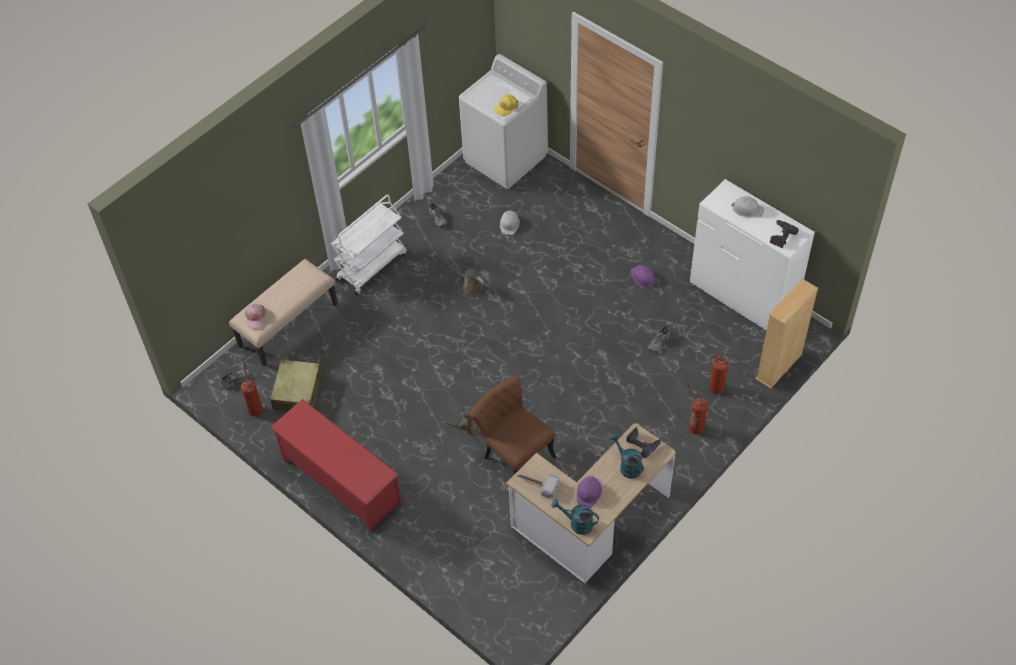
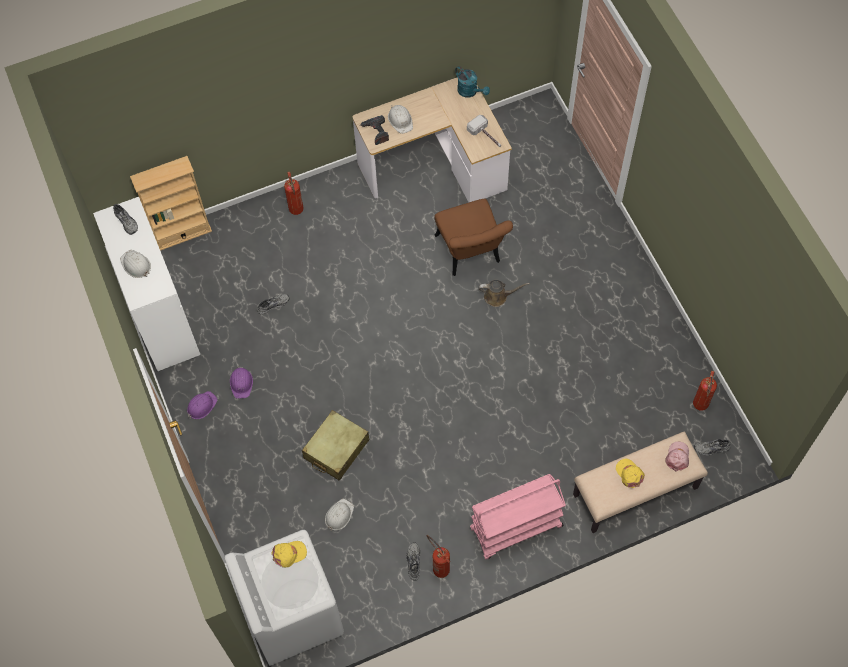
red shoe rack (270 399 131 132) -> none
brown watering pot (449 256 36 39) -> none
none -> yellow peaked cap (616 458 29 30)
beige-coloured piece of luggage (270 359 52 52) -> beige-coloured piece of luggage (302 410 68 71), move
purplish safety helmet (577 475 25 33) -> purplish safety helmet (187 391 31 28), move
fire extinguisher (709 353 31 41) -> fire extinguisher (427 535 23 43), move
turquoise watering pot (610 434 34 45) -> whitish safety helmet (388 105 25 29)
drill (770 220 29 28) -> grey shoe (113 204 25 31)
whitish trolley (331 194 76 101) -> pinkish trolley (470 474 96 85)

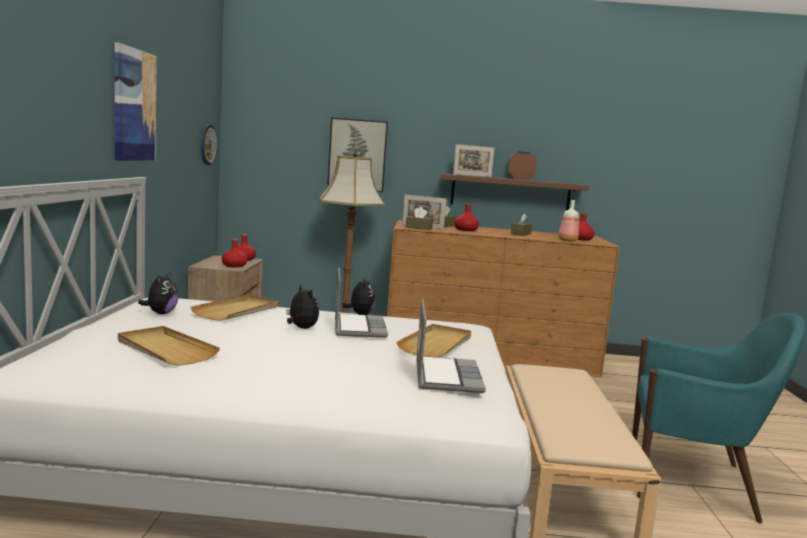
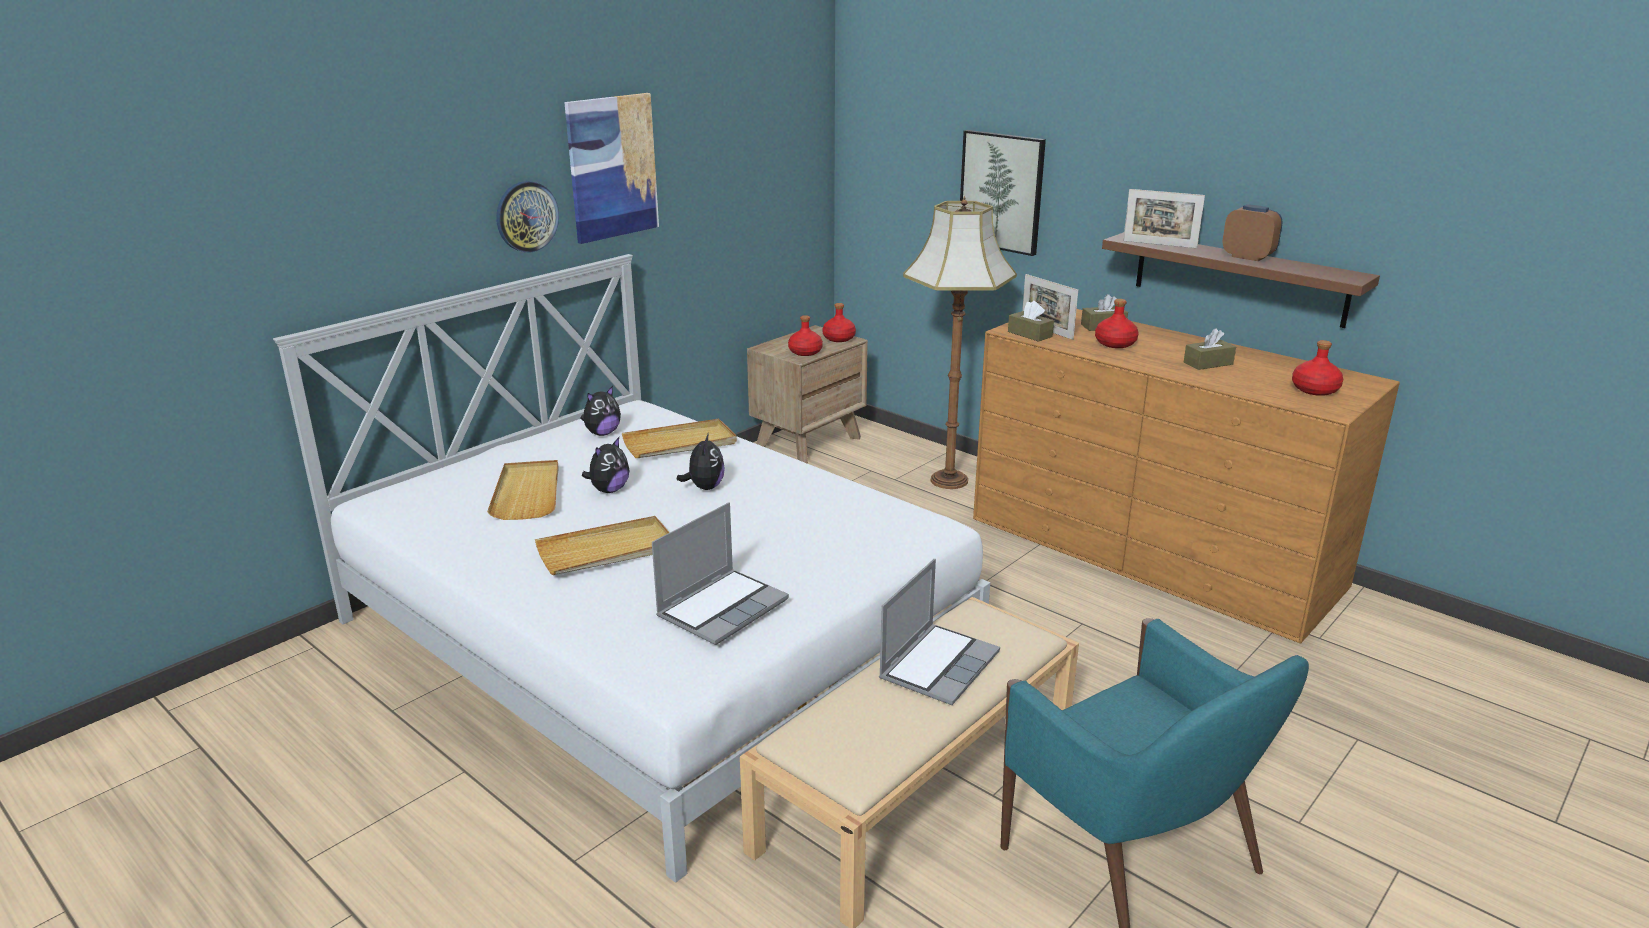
drink bottle (558 200 21 42) -> none
wall clock (201 125 16 40) -> wall clock (496 181 63 71), move
laptop (335 268 53 70) -> laptop (879 559 121 146), move
plush toy (342 277 34 38) -> plush toy (582 437 47 56), move
beige-coloured serving tray (396 324 75 33) -> beige-coloured serving tray (535 516 135 59), move

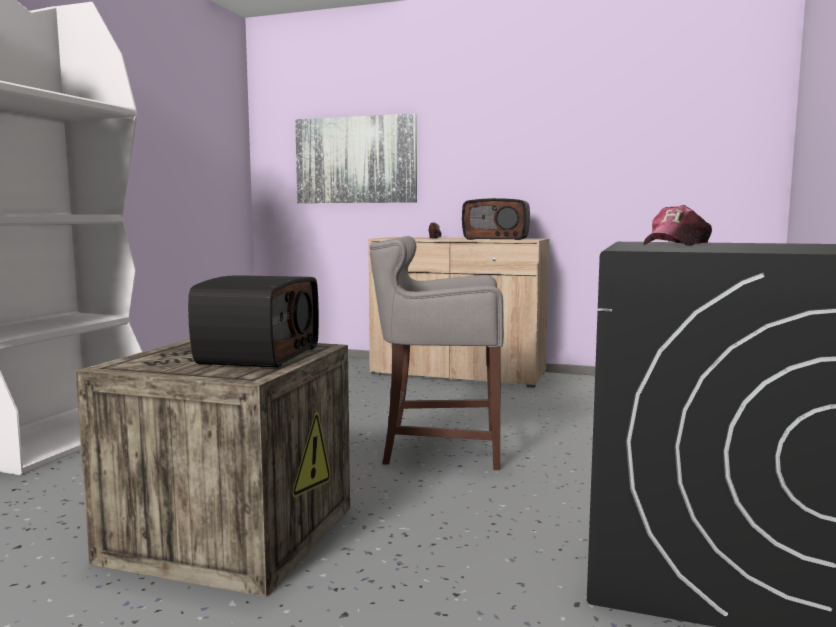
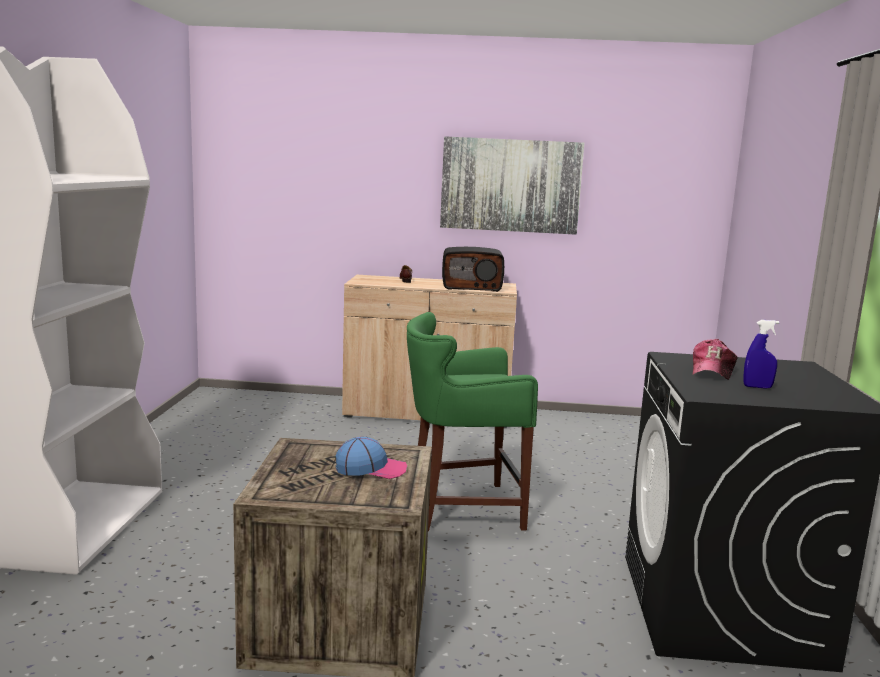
none -> bluish sprayer (743 320 37 69)
wall art (295 113 122 90) -> wall art (440 136 144 99), move
radio receiver (188 275 131 93) -> peaked cap (335 436 72 43)
grey stool (370 236 134 234) -> greenish stool (407 312 131 219)

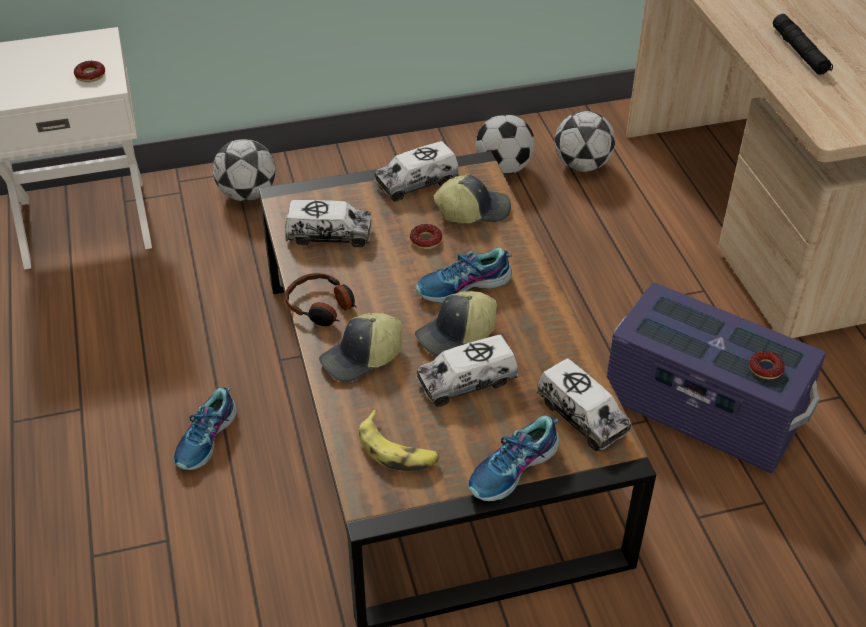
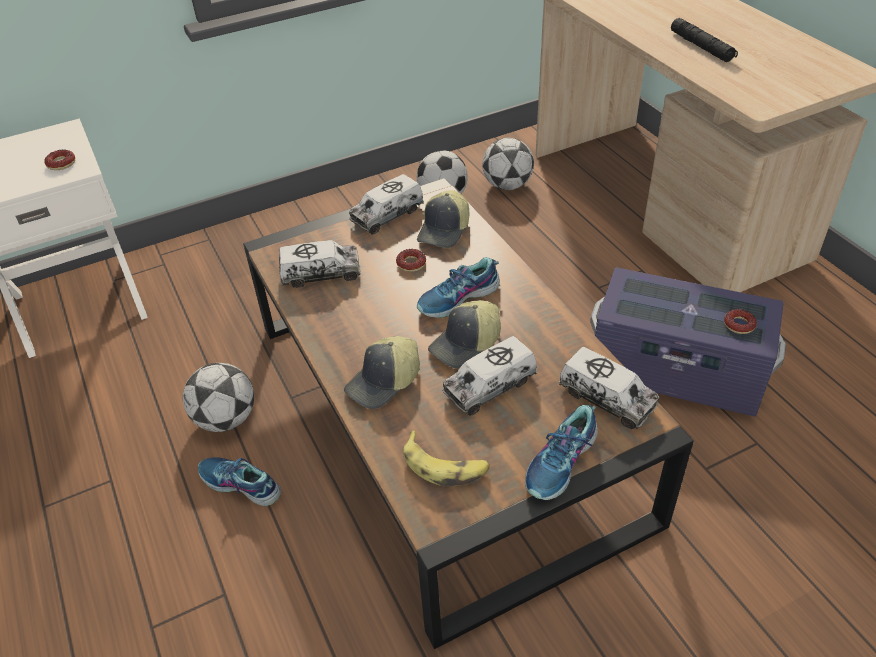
headset (285 273 72 53) -> none
football ball (213 139 63 62) -> football ball (183 363 71 69), move
shoe (174 387 63 83) -> shoe (198 457 83 49), 105 degrees clockwise
peaked cap (434 174 77 49) -> peaked cap (417 190 52 58), 135 degrees clockwise

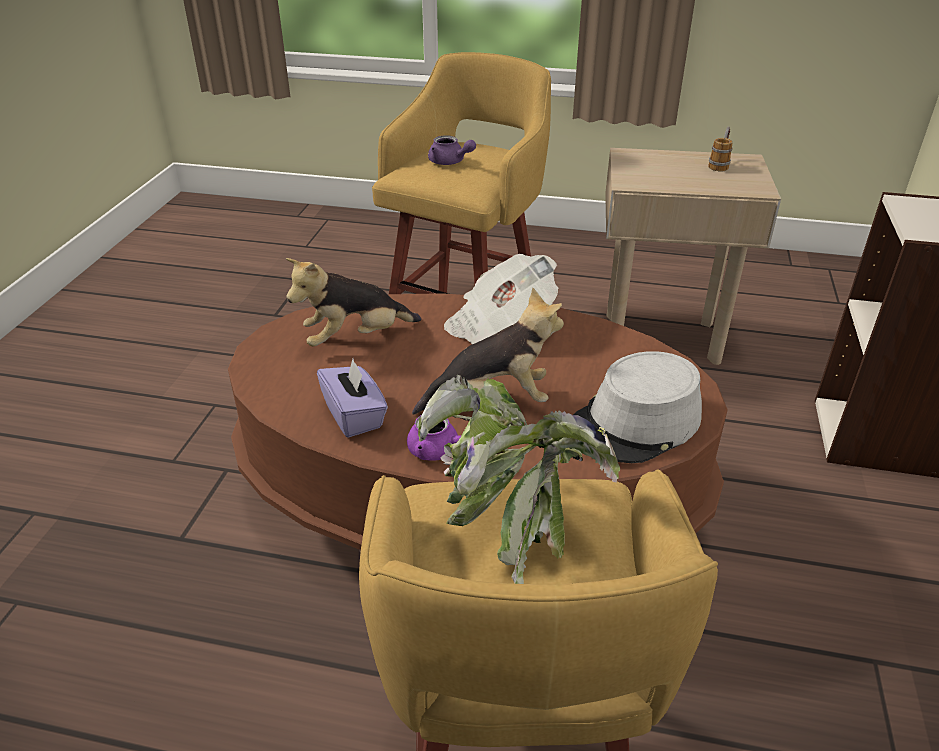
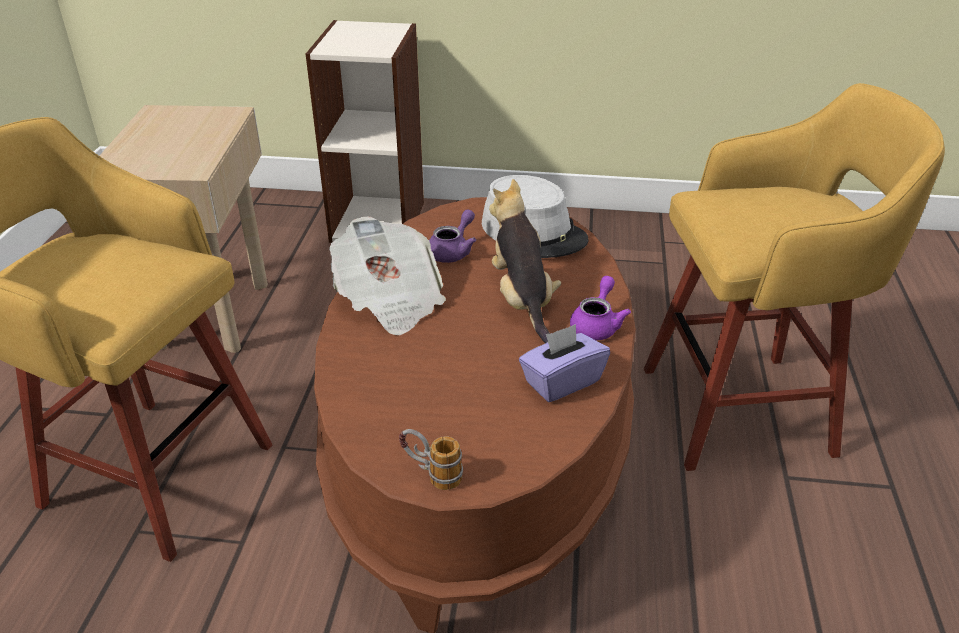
plush toy (286 258 135 89) -> none
plant in a pot (418 375 202 209) -> none
purplish pot for tea (428 135 48 30) -> purplish pot for tea (429 209 47 54), move
tea mug (708 126 25 46) -> tea mug (399 429 64 61), move

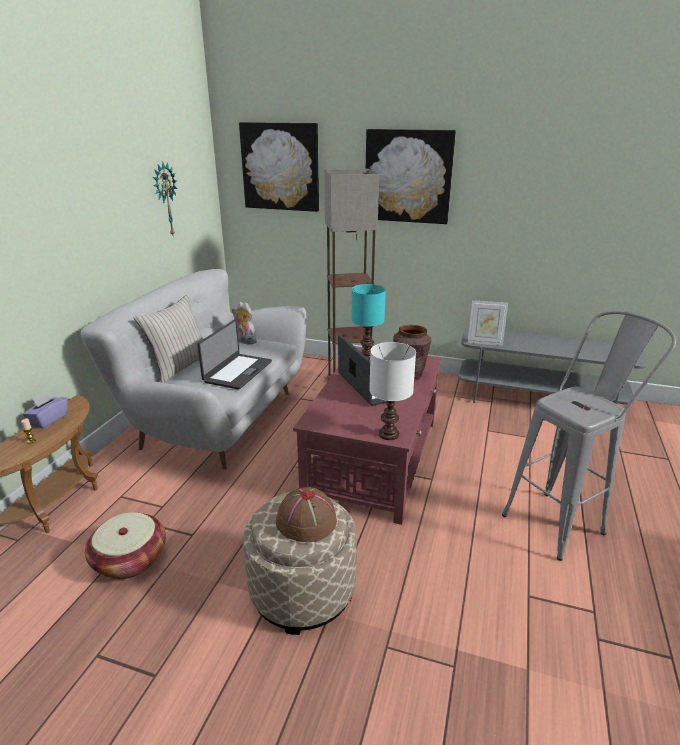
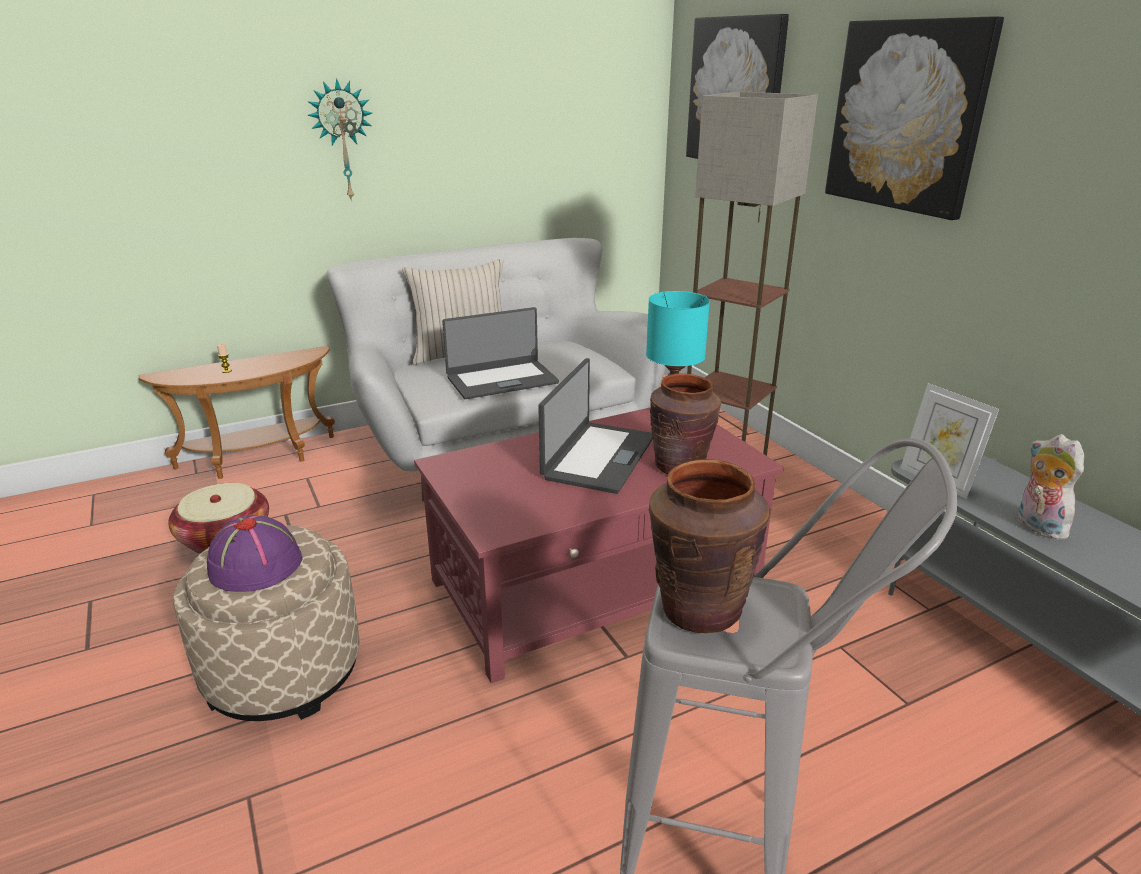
purplish tissue holder (23 392 45 37) -> none
whitish lamp for a table (369 342 47 98) -> none
none -> brown decorative vase (649 459 121 174)
wall clock (153 162 24 73) -> wall clock (307 78 65 124), move
plush toy (232 302 25 43) -> plush toy (1018 434 66 106), move
brown hat (276 487 61 55) -> purplish hat (207 515 96 77)

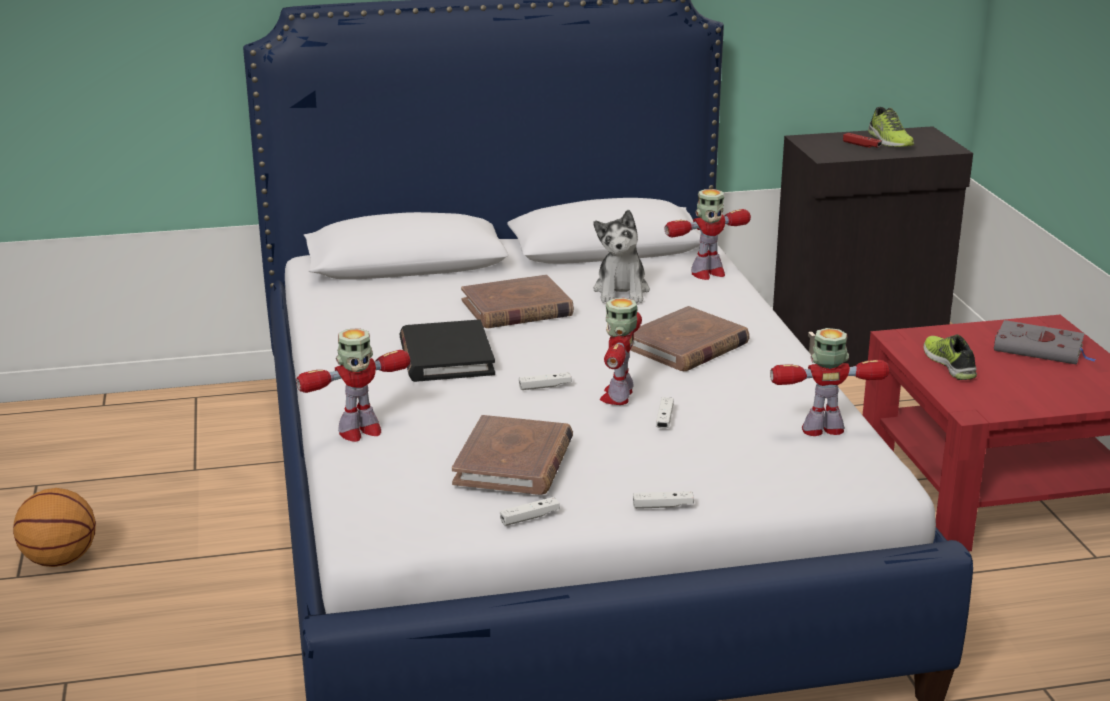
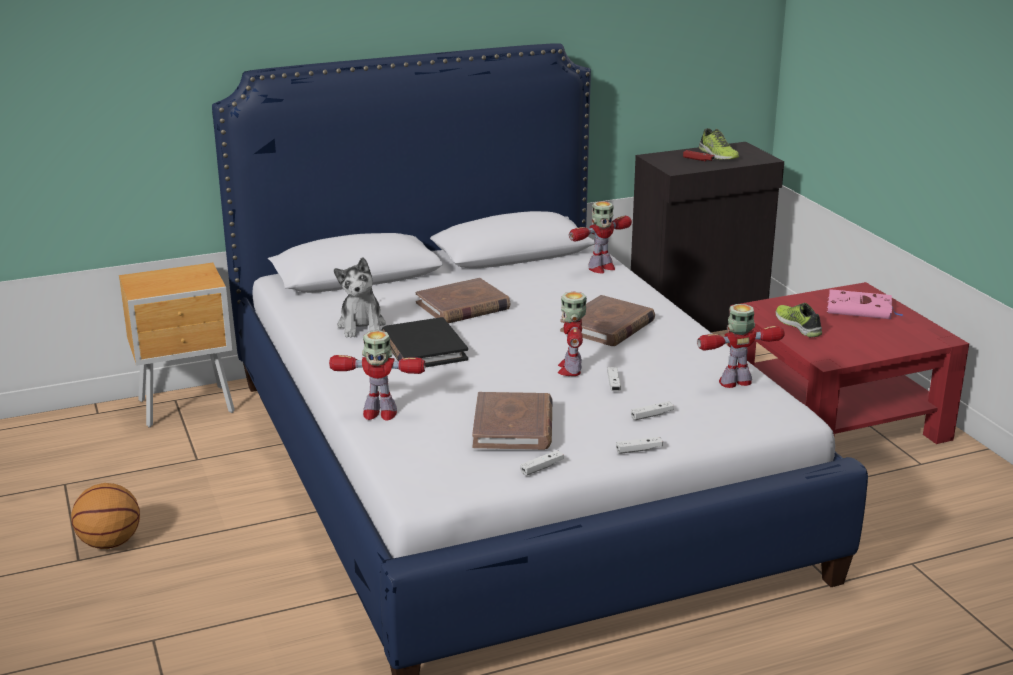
none -> brown nightstand (119 263 116 164)
whitish gamepad (519 372 53 18) -> whitish gamepad (631 401 43 19), move
plush toy (593 210 57 93) -> plush toy (334 257 52 81), move
grey volume (994 320 102 45) -> pinkish volume (827 289 76 30)
toy robot (296 328 114 114) -> toy robot (329 330 96 91), 45 degrees clockwise

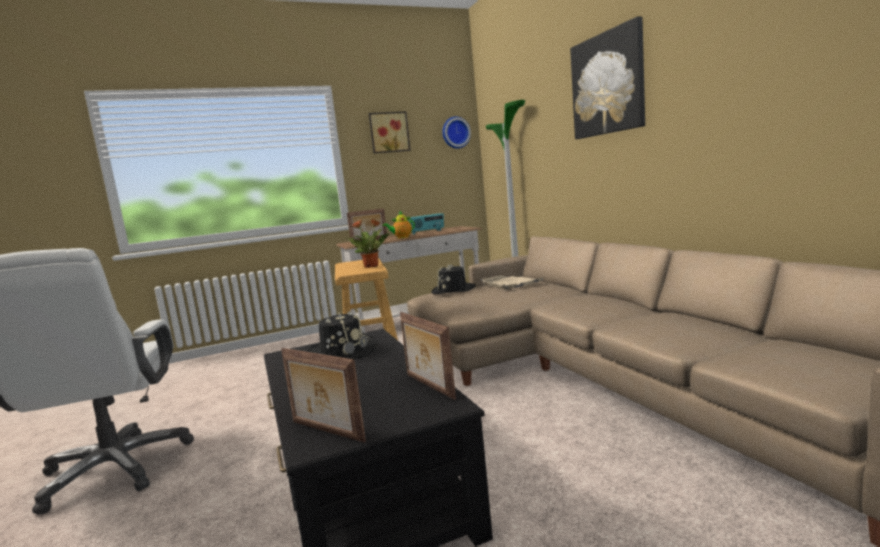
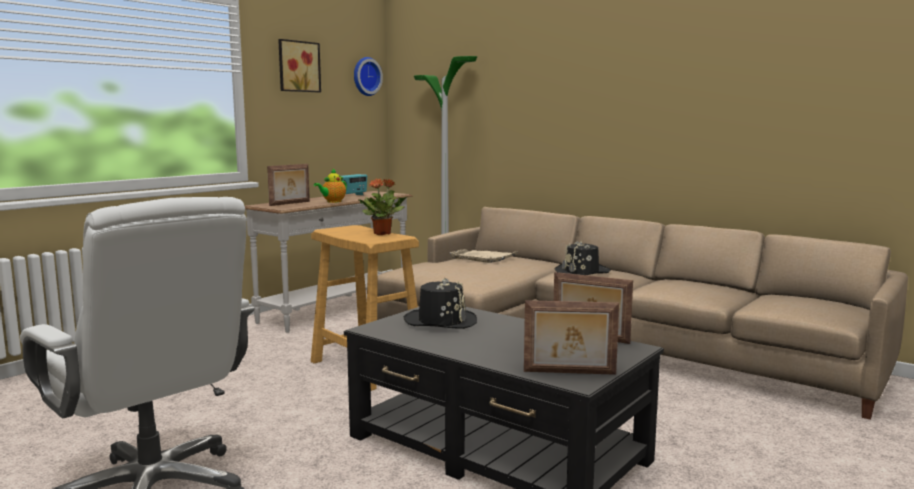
wall art (570 16 75 123) -> none
black hat (431 264 45 30) -> black hat (554 241 56 34), move

